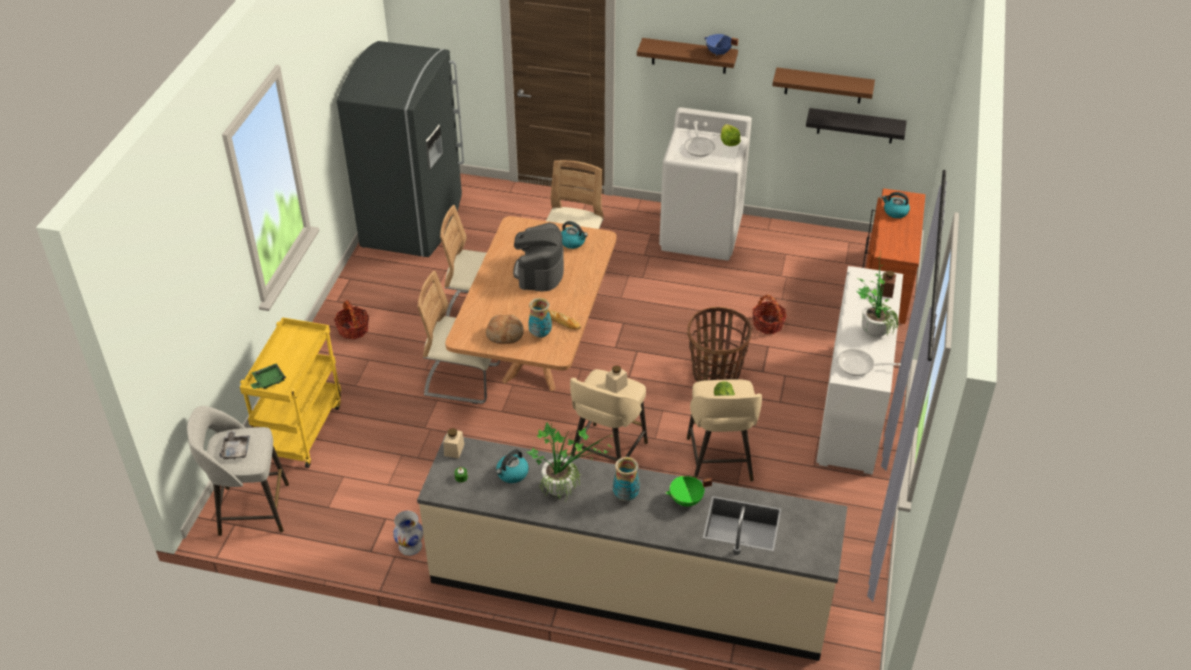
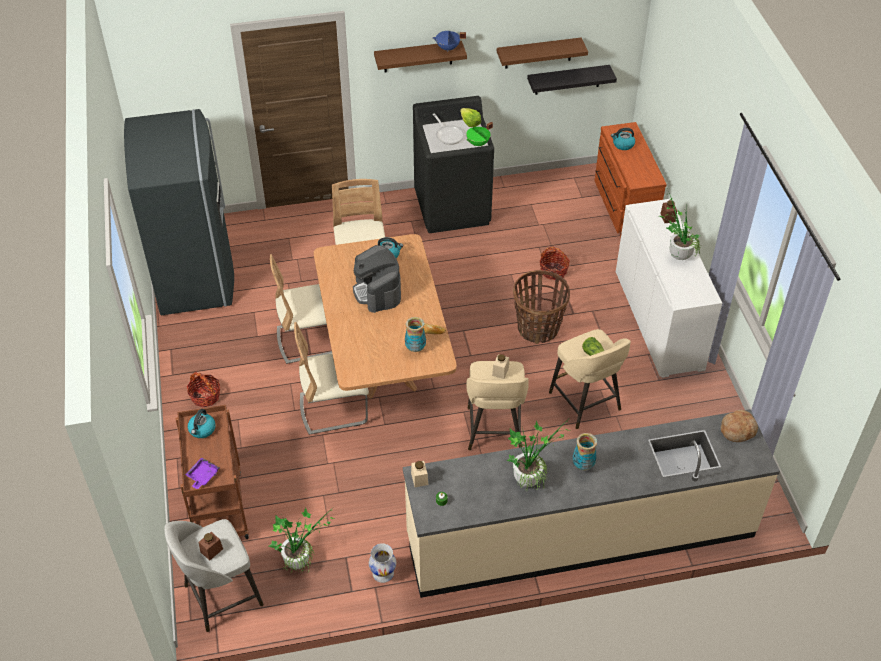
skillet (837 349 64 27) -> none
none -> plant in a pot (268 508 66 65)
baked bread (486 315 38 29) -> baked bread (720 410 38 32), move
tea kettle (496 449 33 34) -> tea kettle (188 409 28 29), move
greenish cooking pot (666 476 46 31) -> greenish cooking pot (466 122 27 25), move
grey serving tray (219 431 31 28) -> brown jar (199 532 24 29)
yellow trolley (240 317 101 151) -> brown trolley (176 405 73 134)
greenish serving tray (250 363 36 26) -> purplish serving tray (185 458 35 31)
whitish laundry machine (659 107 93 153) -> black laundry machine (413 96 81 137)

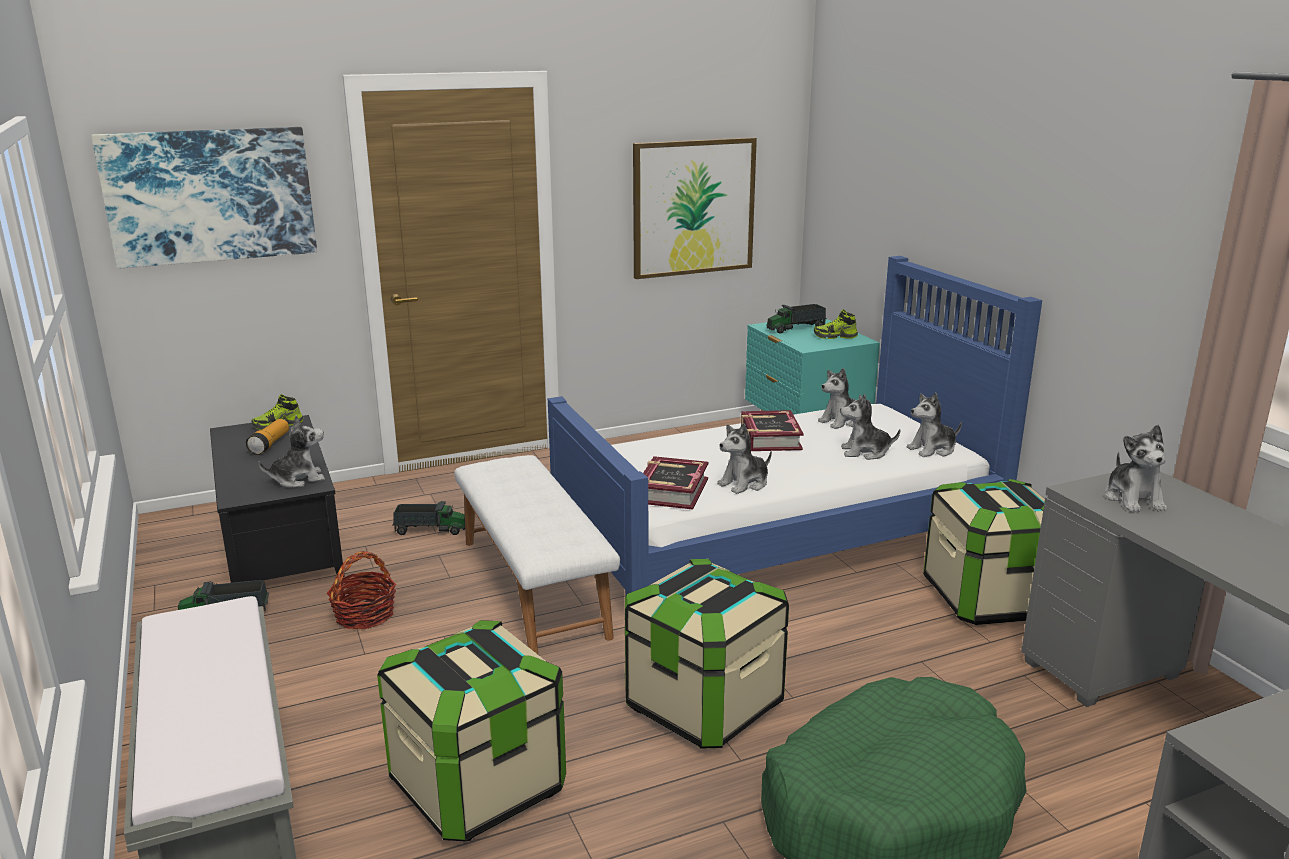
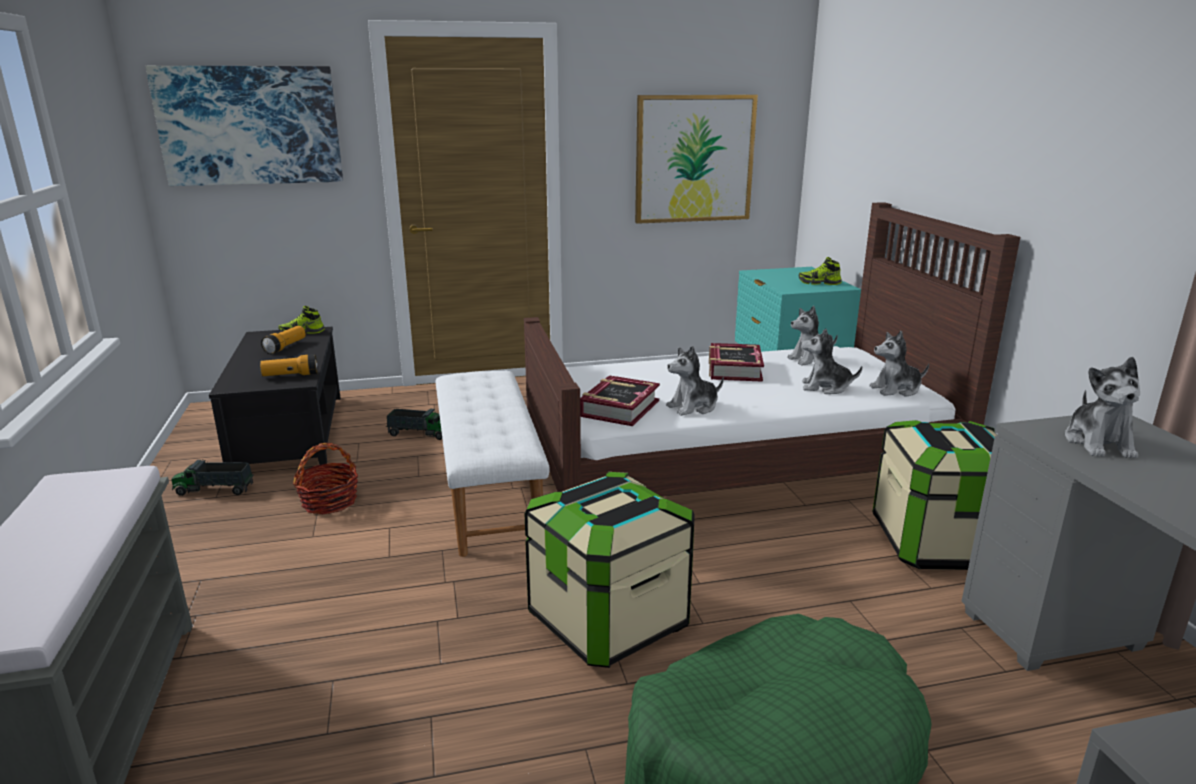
storage bin (377 620 189 222) -> none
toy truck (766 304 61 30) -> none
plush toy (258 415 67 73) -> hand torch (260 354 58 22)
bluish bed (548 256 494 341) -> brown bed (524 202 496 294)

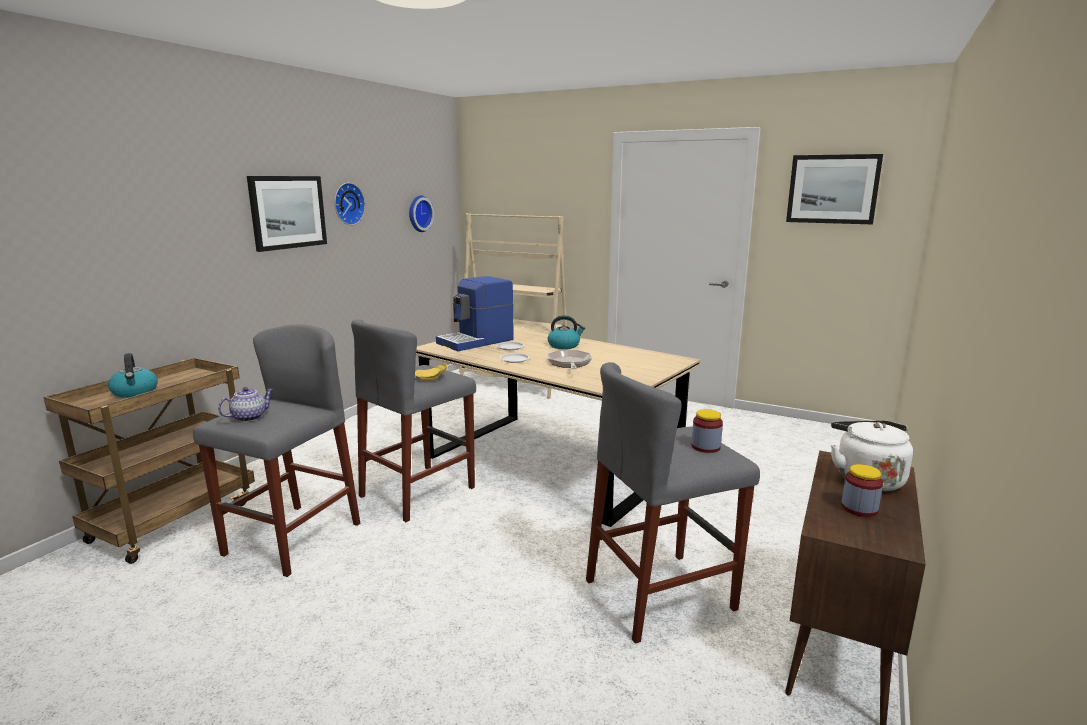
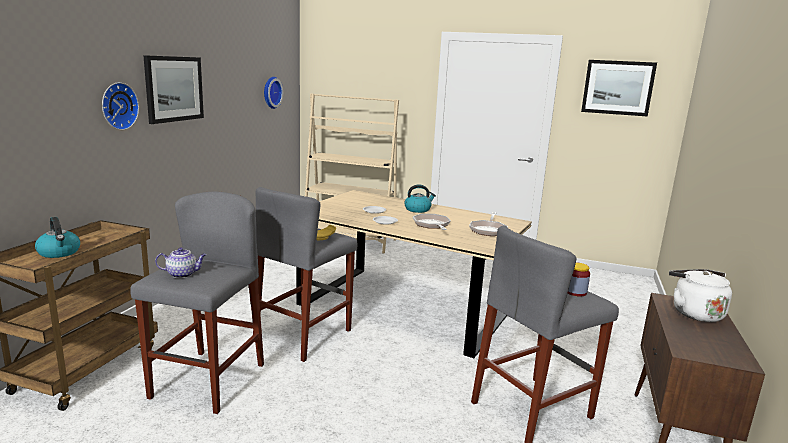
coffee machine (436 276 78 75) -> none
jar (841 464 42 53) -> none
none -> skillet (469 212 39 24)
wall clock (335 183 30 42) -> wall clock (102 82 37 48), move
pot for tea (218 387 56 35) -> pot for tea (155 247 51 31), 45 degrees clockwise

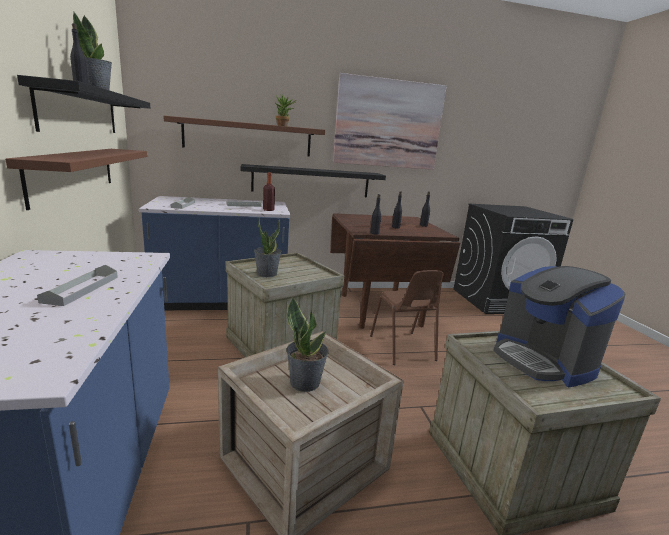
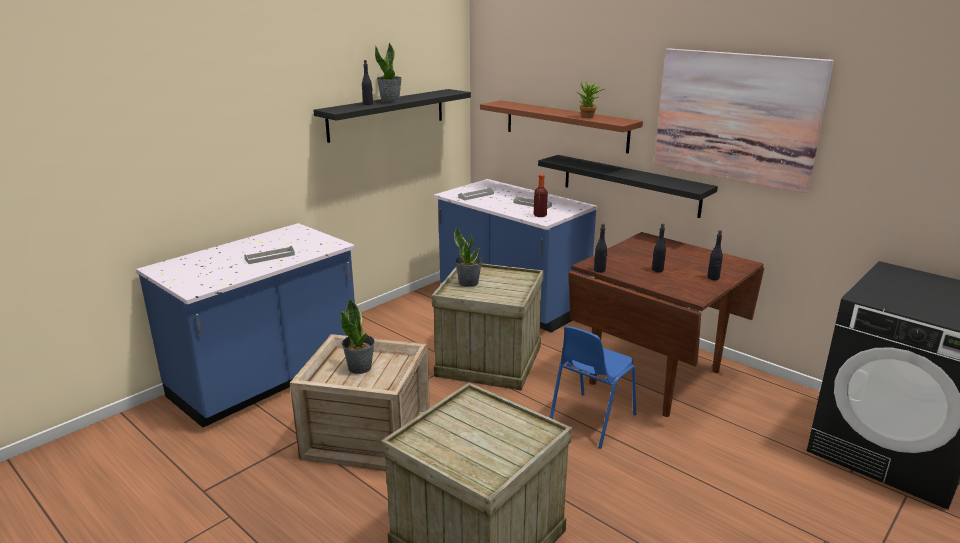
brown shelf (5 149 142 61) -> none
coffee machine (493 266 133 121) -> none
brown upright chair (370 270 74 95) -> bluish upright chair (550 326 86 123)

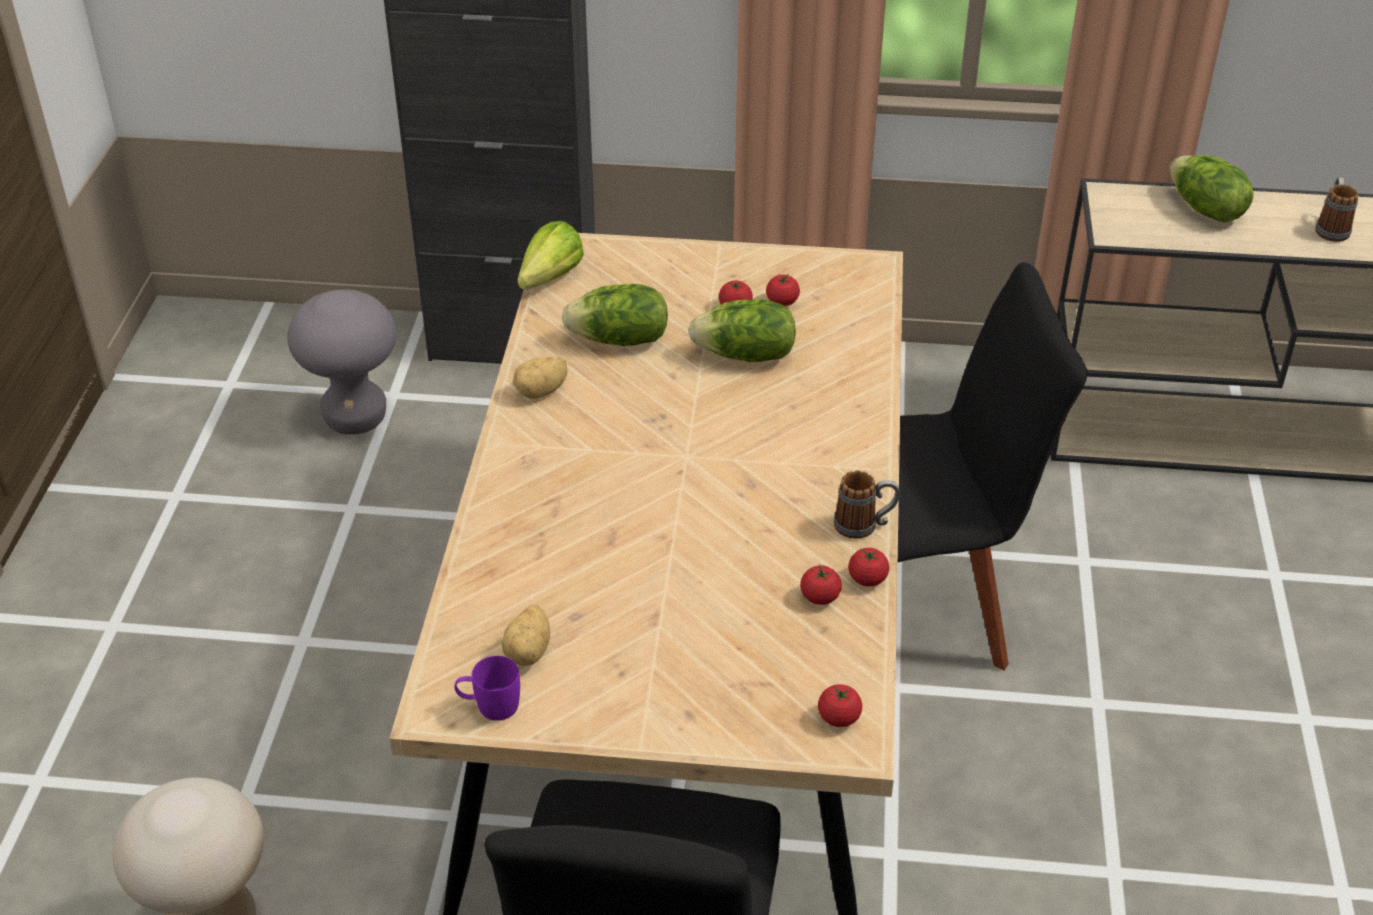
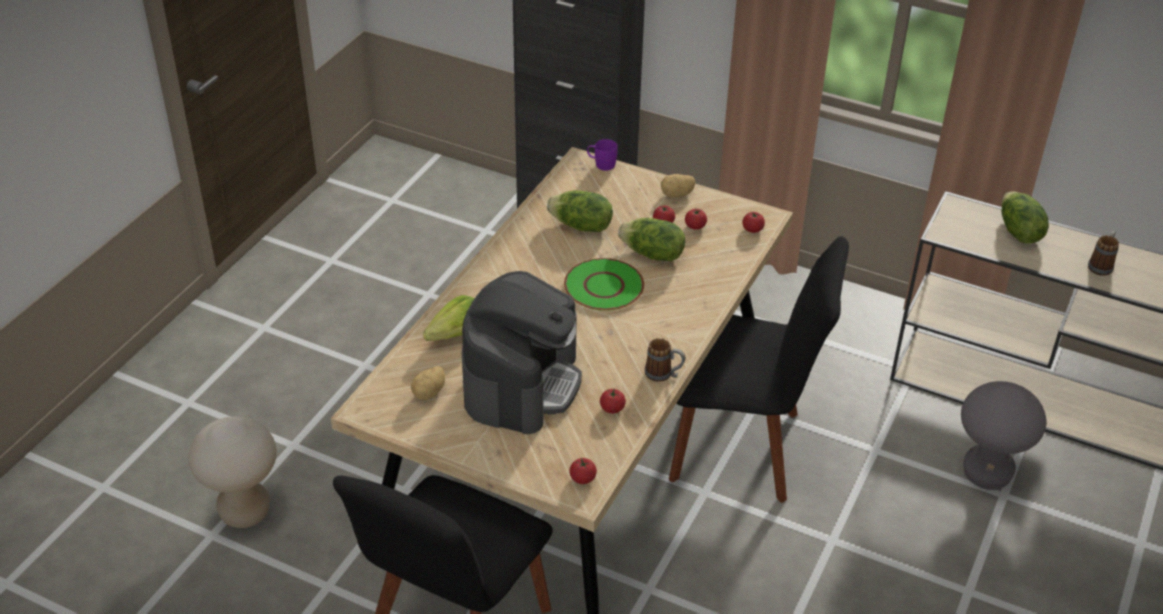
none -> coffee machine (462 271 120 163)
none -> greenish flat dish (564 258 80 53)
grey stool (287 289 109 146) -> grey stool (961 381 85 109), move
purplish tea mug (454 656 66 65) -> purplish tea mug (587 139 31 32), move
spud (513 356 54 43) -> spud (661 174 34 24), move
lettuce head (517 221 67 68) -> lettuce head (423 295 51 46), move
whole tomato (848 548 41 39) -> whole tomato (742 211 23 22), move

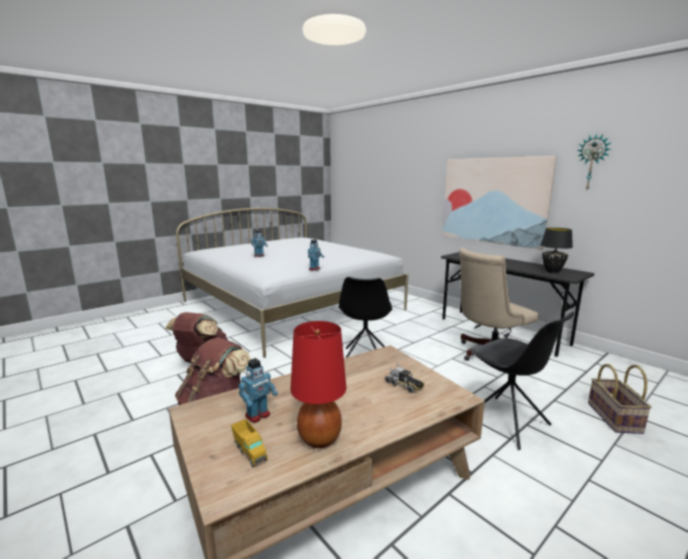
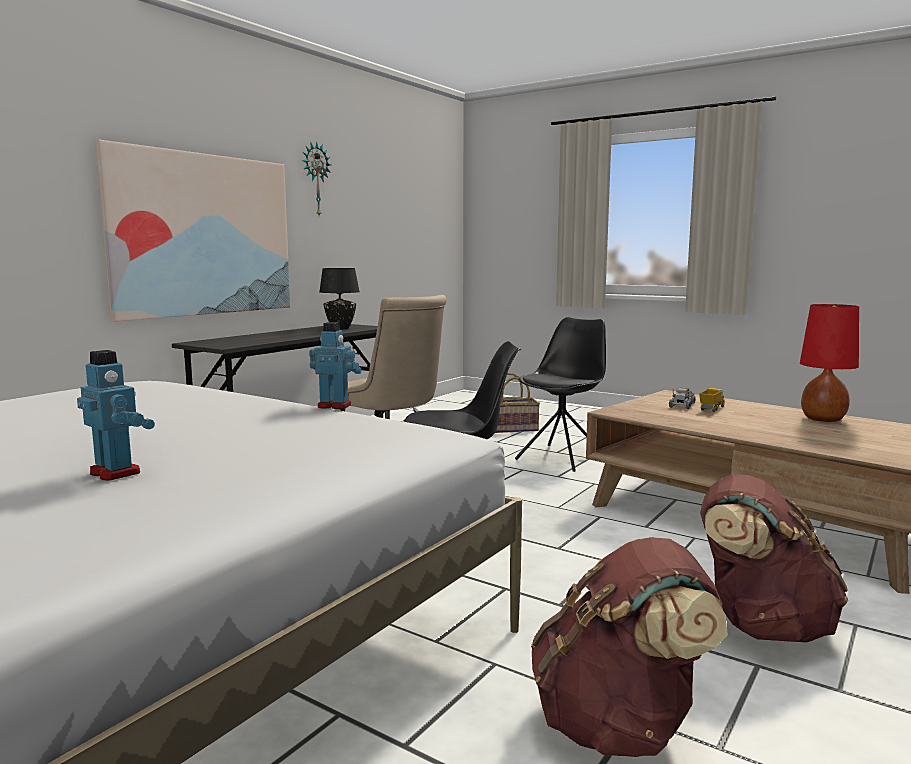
toy robot (238 358 40 65) -> none
toy truck (231 419 37 48) -> toy truck (699 388 25 24), move

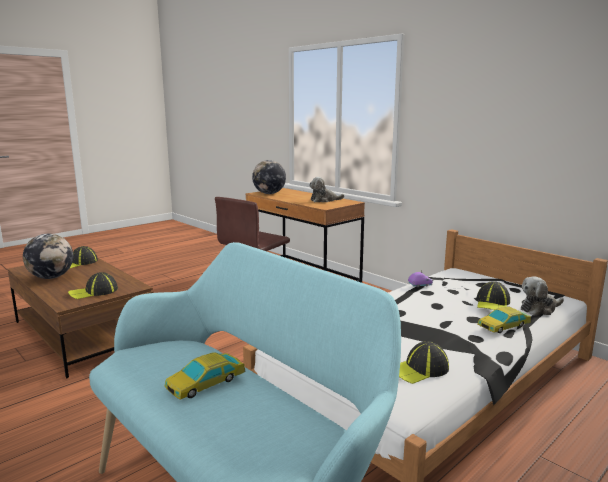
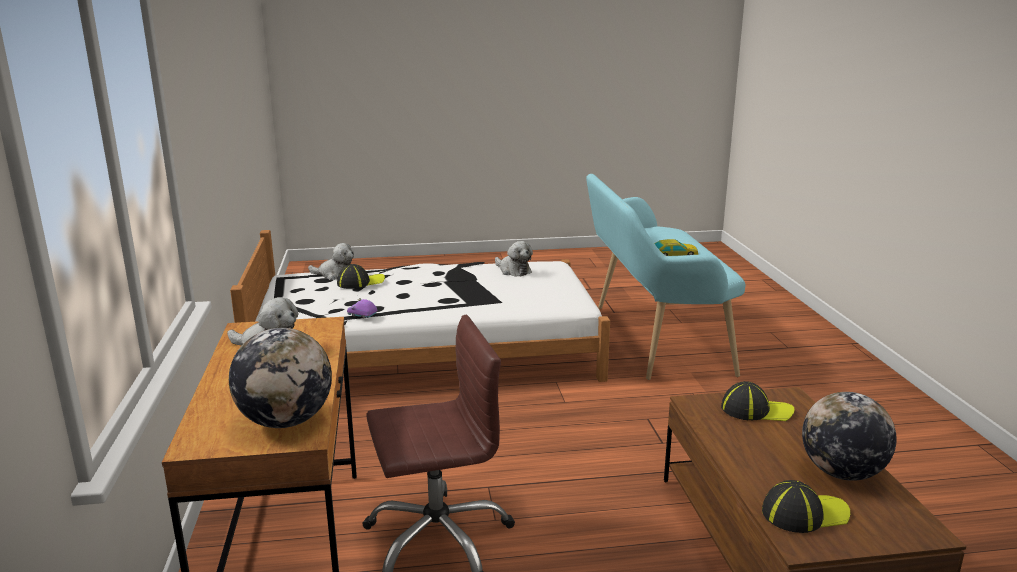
miniature car (478 307 53 26) -> none
peaked cap (399 341 50 43) -> plush toy (495 241 38 36)

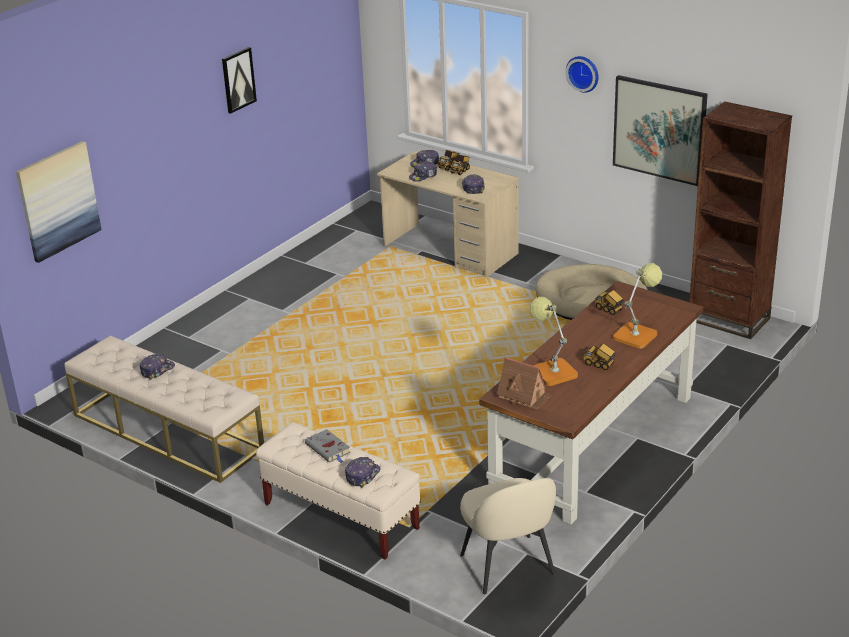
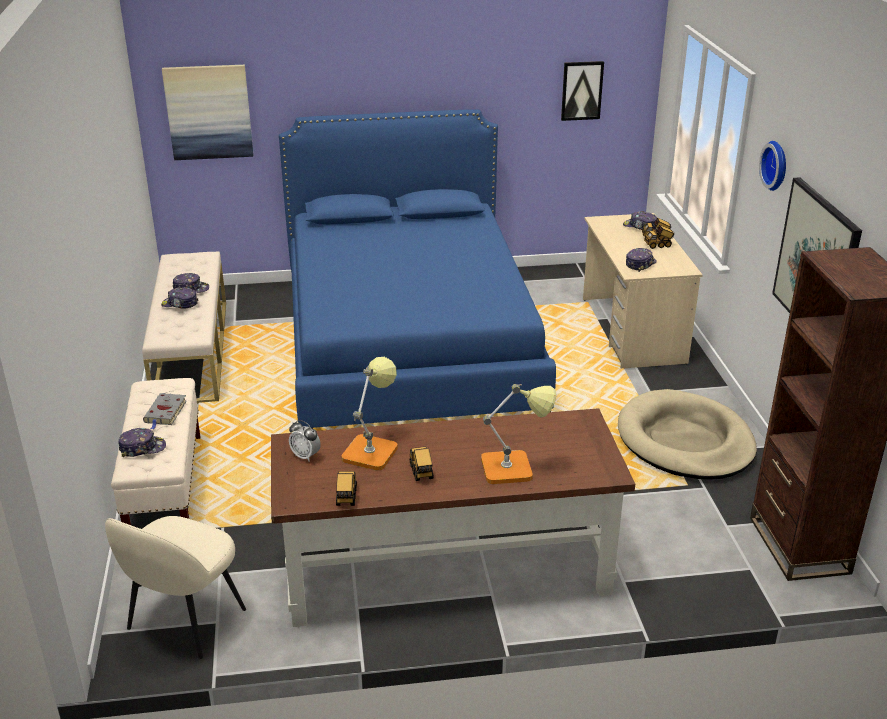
none -> bluish bed (279 109 277 319)
wall art (222 47 35 67) -> wall art (561 61 43 60), move
peaked cap (409 161 28 21) -> peaked cap (161 287 38 21), move
toy truck (594 289 30 26) -> toy truck (336 471 21 35), move
toy house (497 357 55 53) -> bedside clock (289 420 32 42)

